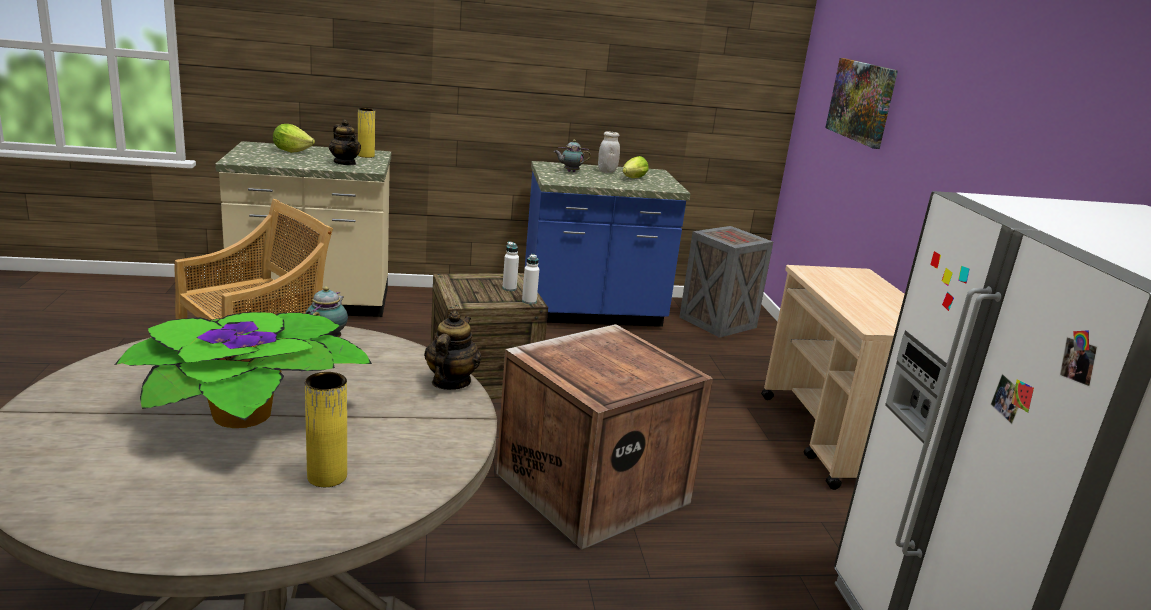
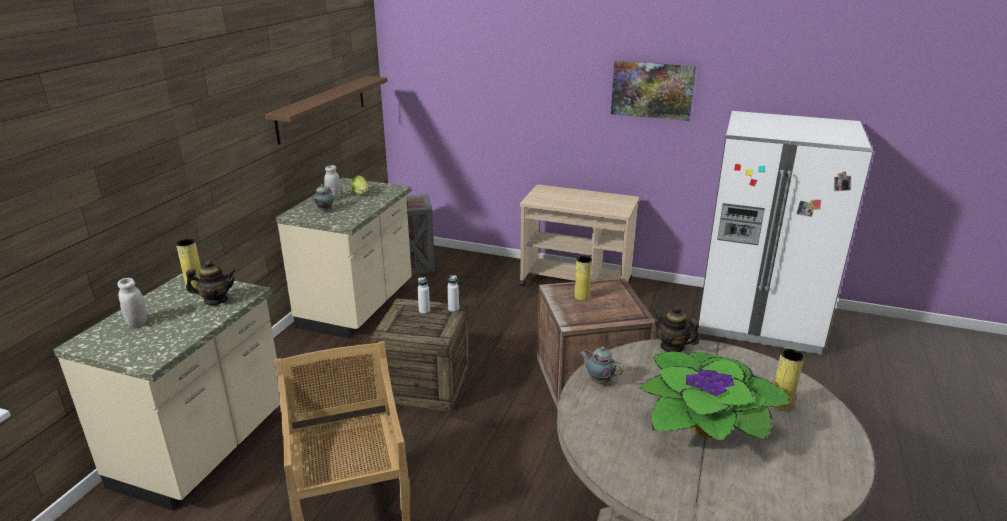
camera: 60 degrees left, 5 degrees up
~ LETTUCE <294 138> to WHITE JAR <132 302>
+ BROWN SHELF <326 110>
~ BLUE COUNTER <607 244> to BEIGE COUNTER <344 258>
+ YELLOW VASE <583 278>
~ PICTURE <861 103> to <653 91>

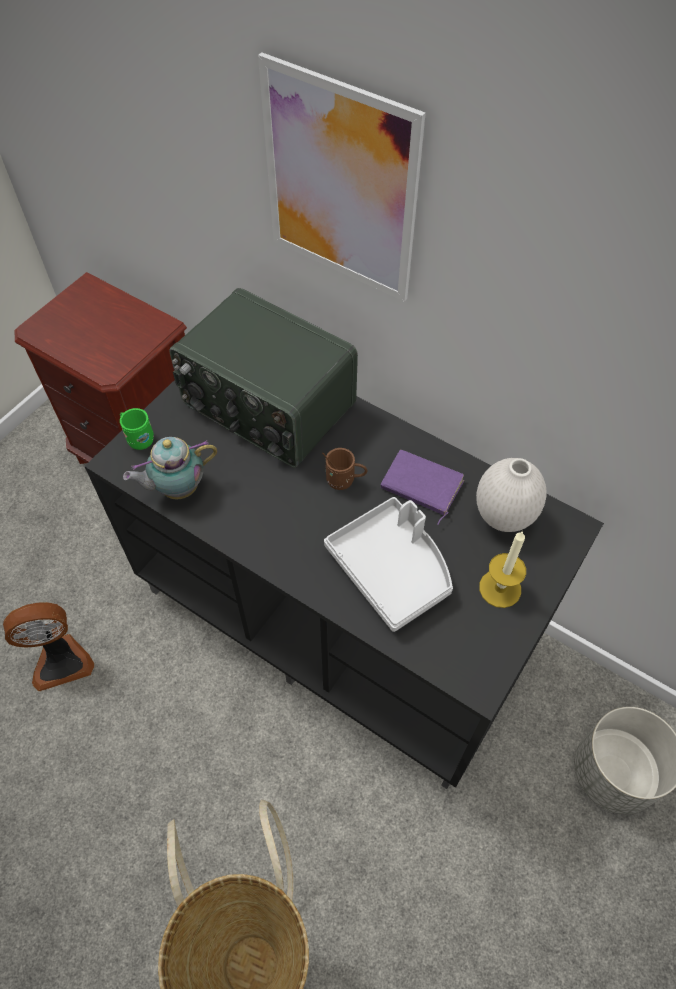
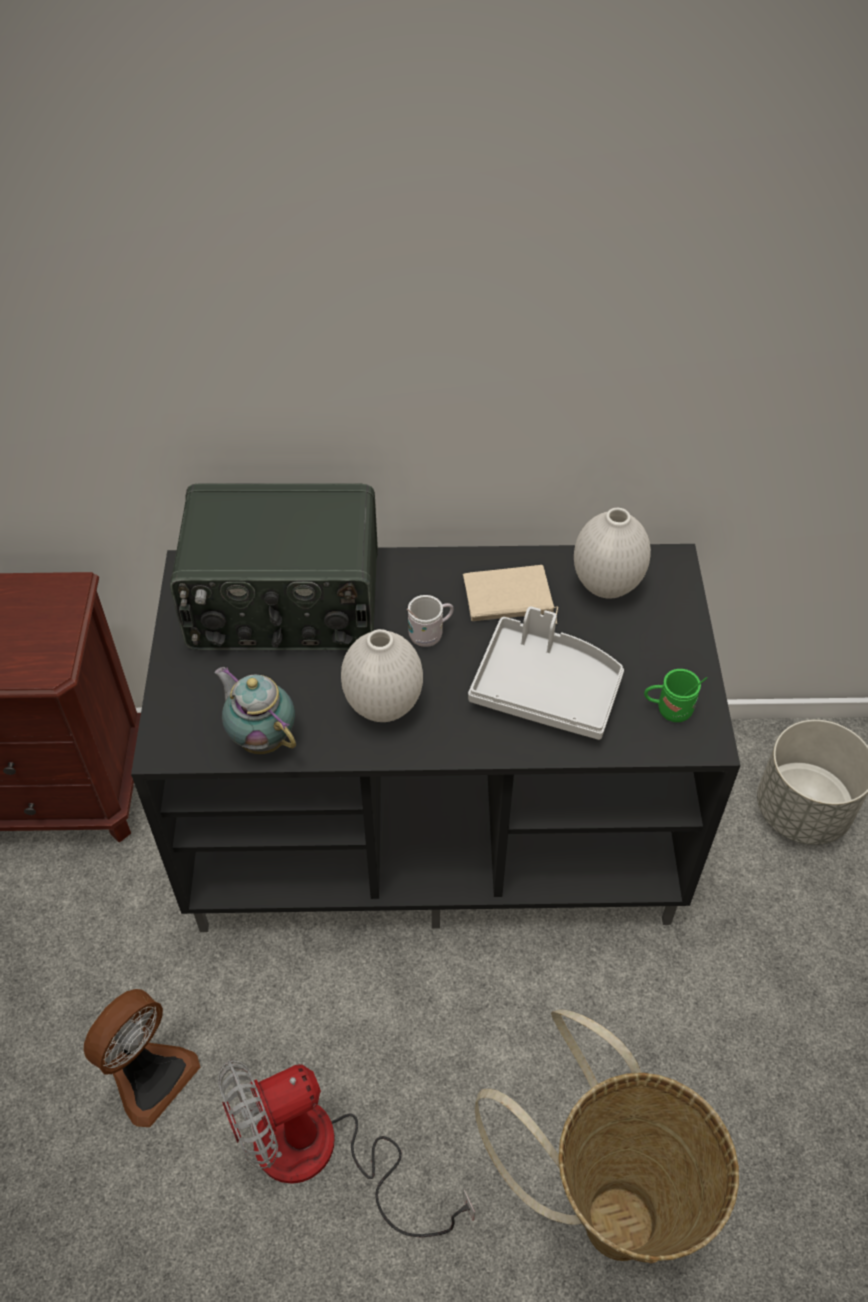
camera: 35 degrees left, 5 degrees down
~ TEAPOT <170 468> = <255 710> 105 degrees clockwise
+ FAN <346 1148>
+ WHITE VASE <382 675>
~ BROWN MUG <345 469> to WHITE MUG <430 621>
~ PURPLE BOOK <422 487> to BEIGE BOOK <510 594>
~ GREEN MUG <137 429> to <675 695>
- PICTURE <342 177>
- CANDLE <502 569>

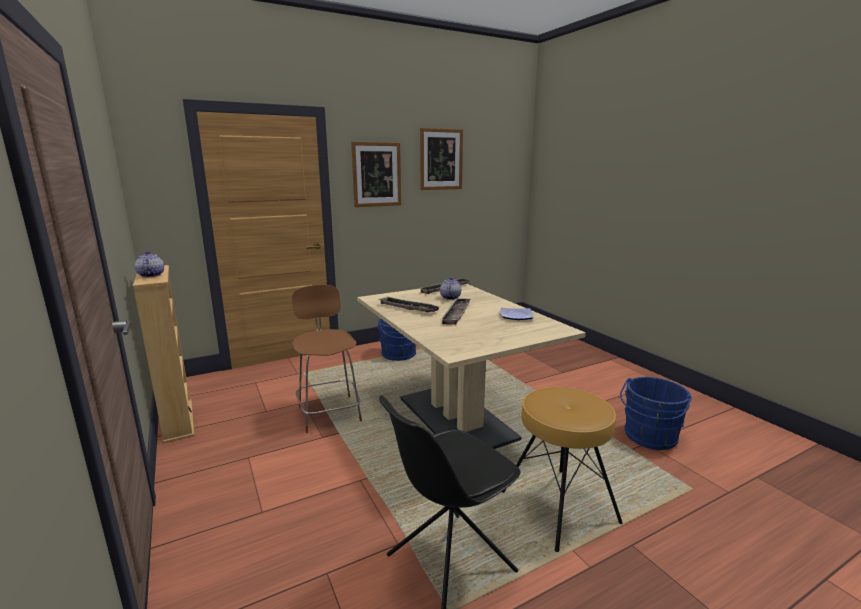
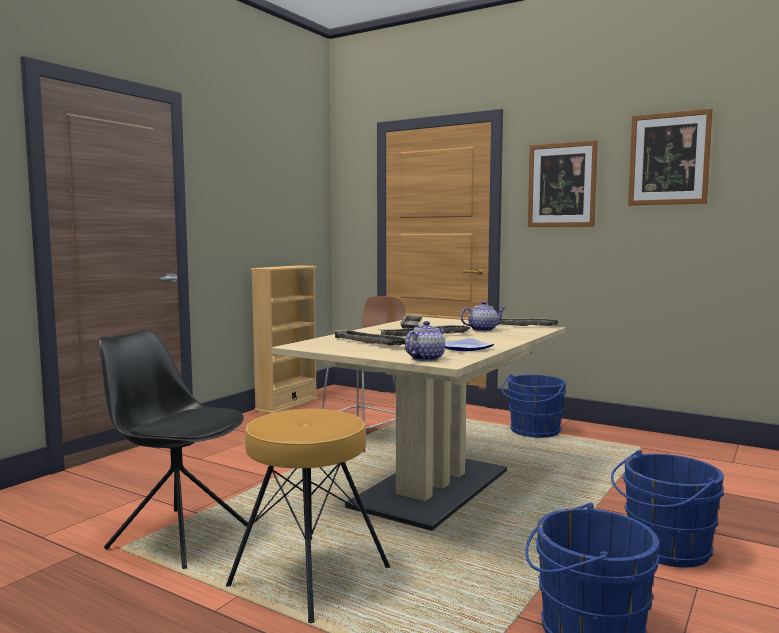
camera: 60 degrees right, 10 degrees down
+ TRAY <368 337>
~ TEAPOT <149 264> to <425 341>
+ BLUE BUCKET <667 509>

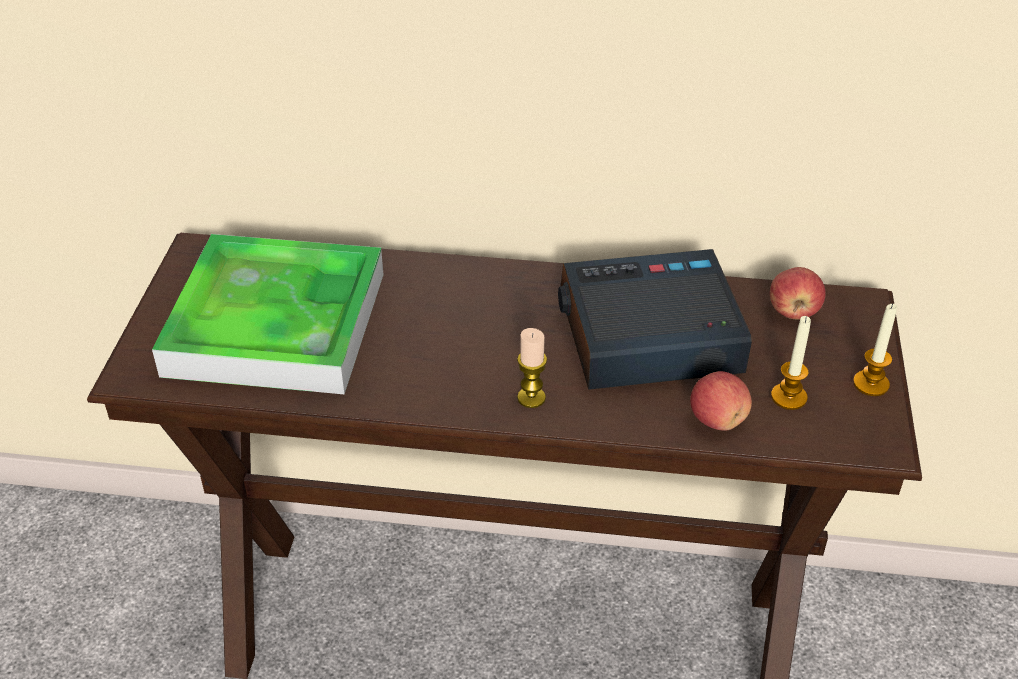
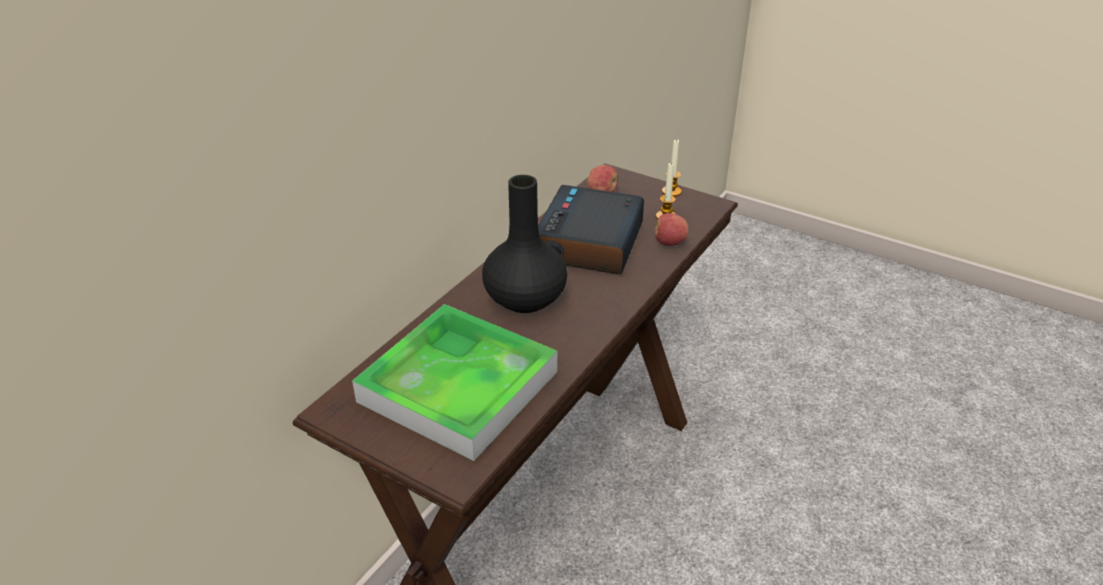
camera: 65 degrees left, 5 degrees down
+ BLACK VASE <524 244>
- CANDLE <532 368>

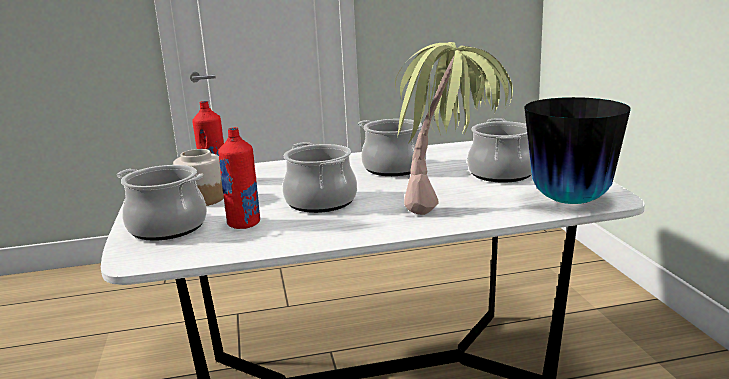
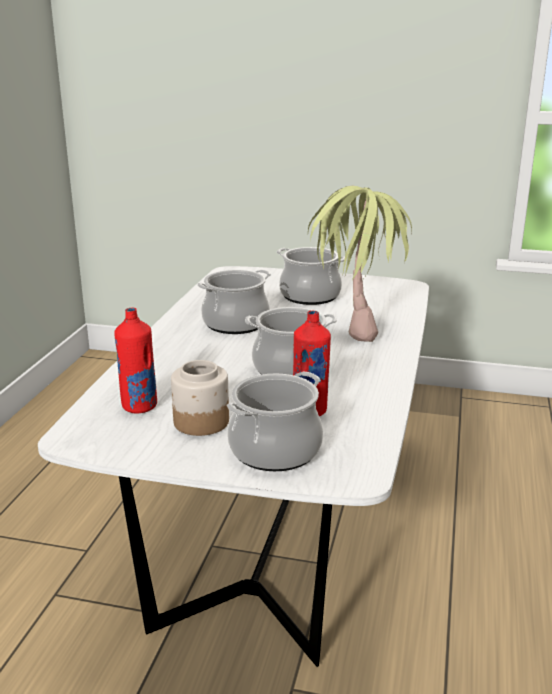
camera: 65 degrees left, 5 degrees up
- VASE <577 150>

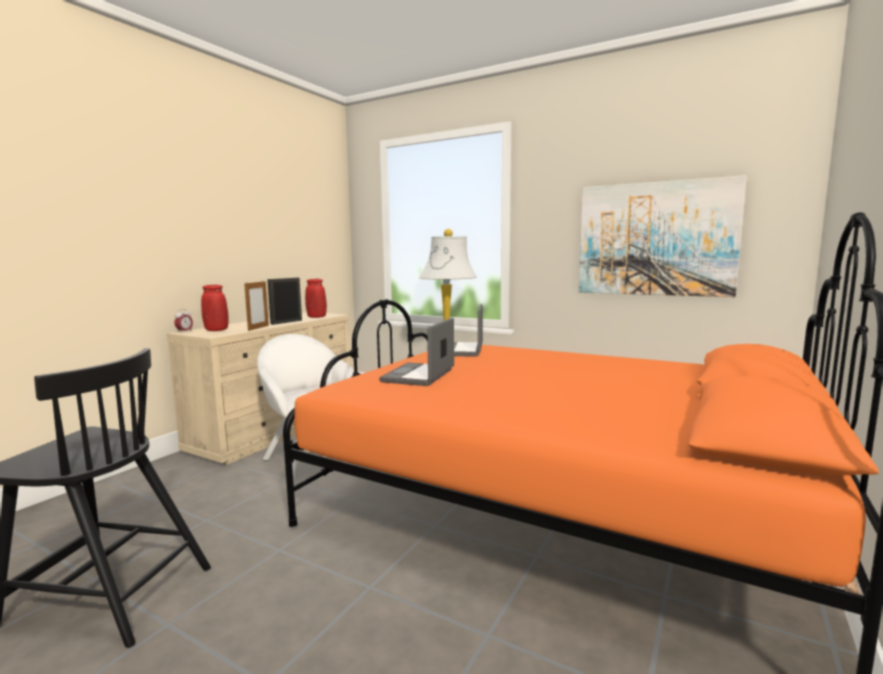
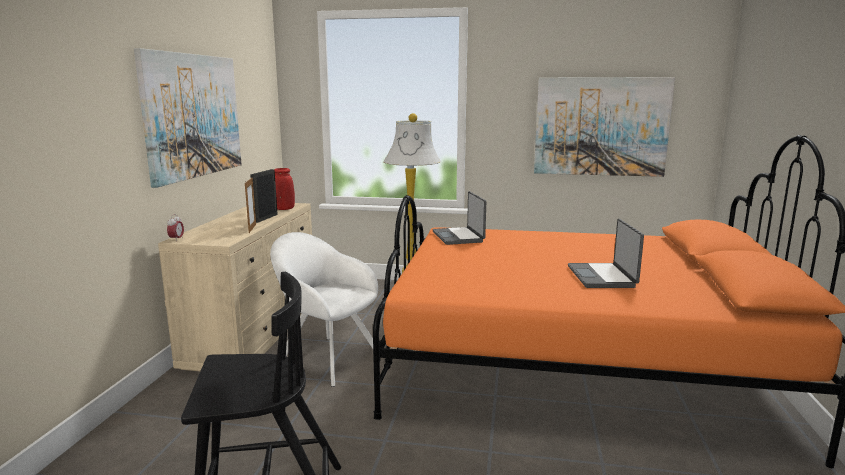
camera: 20 degrees left, 5 degrees up
+ PICTURE <188 118>
~ LAPTOP <416 352> to <606 253>
- RED VASE <215 308>

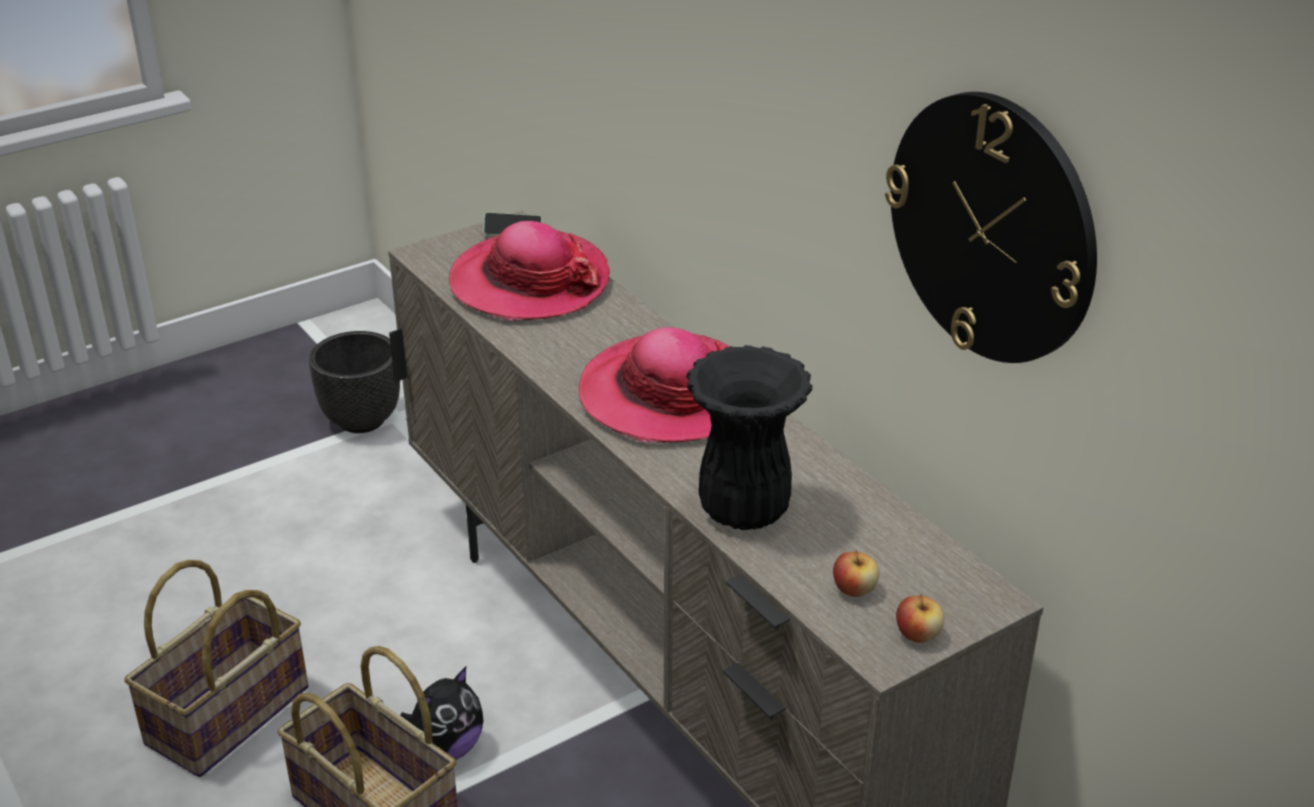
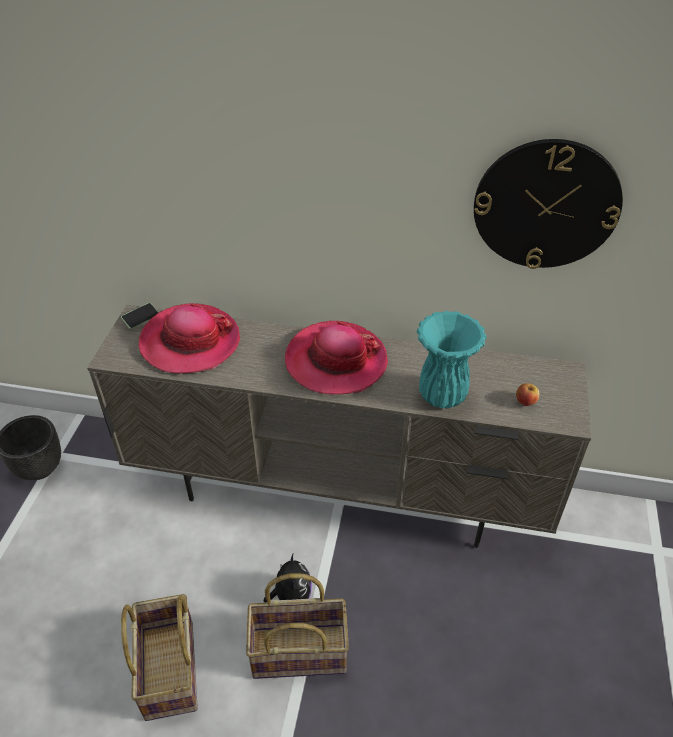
camera: 45 degrees left, 10 degrees up
~ BLACK VASE <749 437> to TURQUOISE VASE <451 359>
- APPLE <920 618>

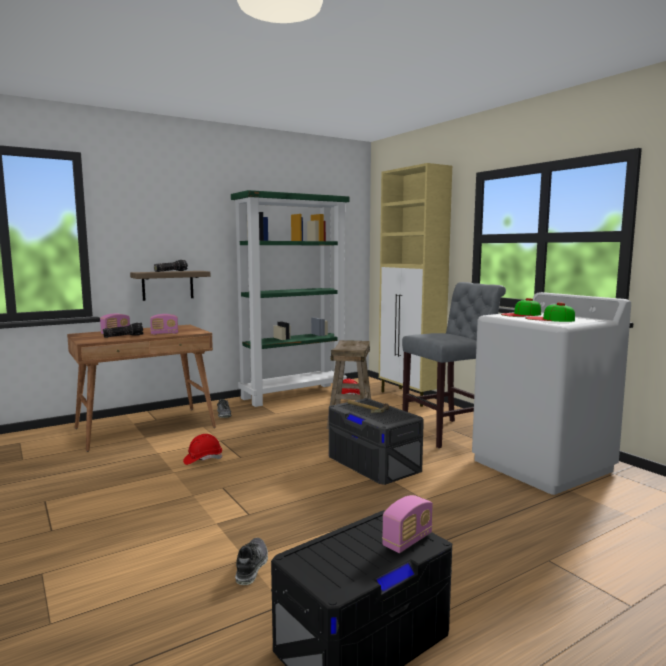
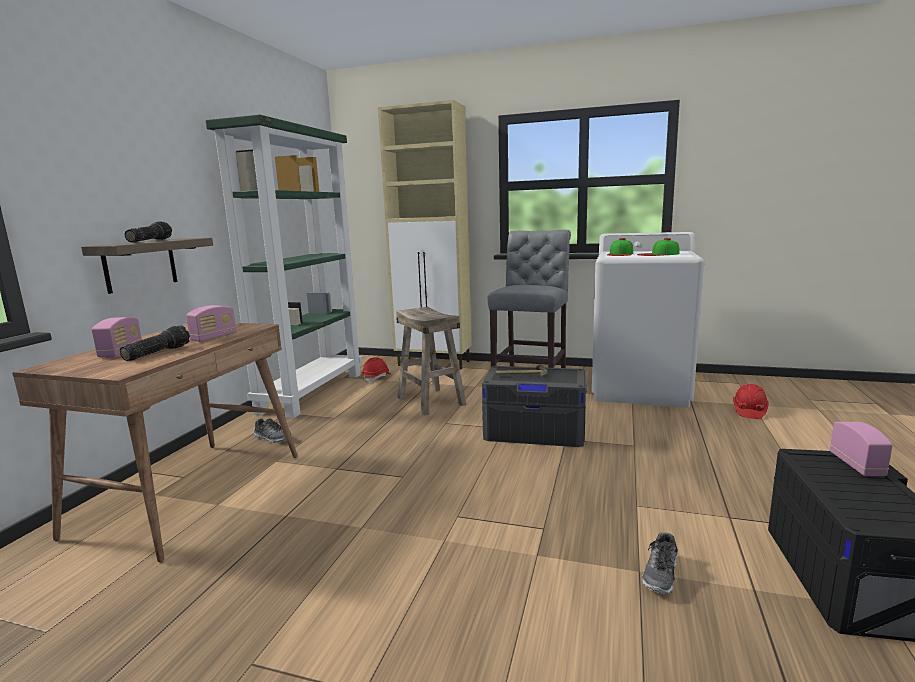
camera: 40 degrees left, 5 degrees up
~ SHOE <251 561> = <660 563> 120 degrees counterclockwise
~ RED HARD HAT <203 449> to <751 401>

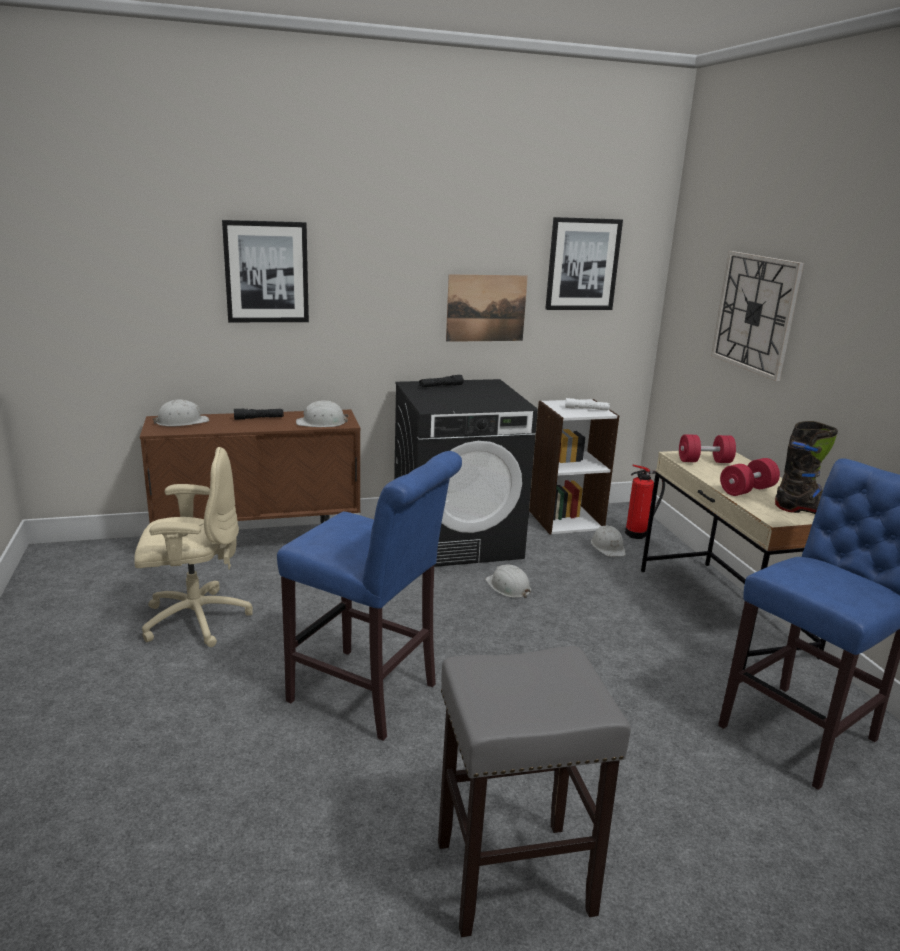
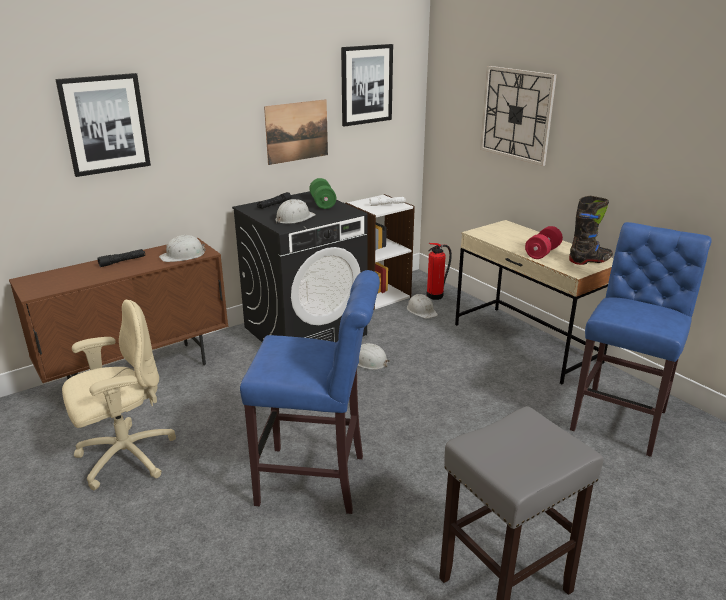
camera: 20 degrees left, 5 degrees up
~ WHITE HARD HAT <181 413> to <295 211>
+ GREEN DUMBBELL <322 193>
- RED DUMBBELL <707 448>

